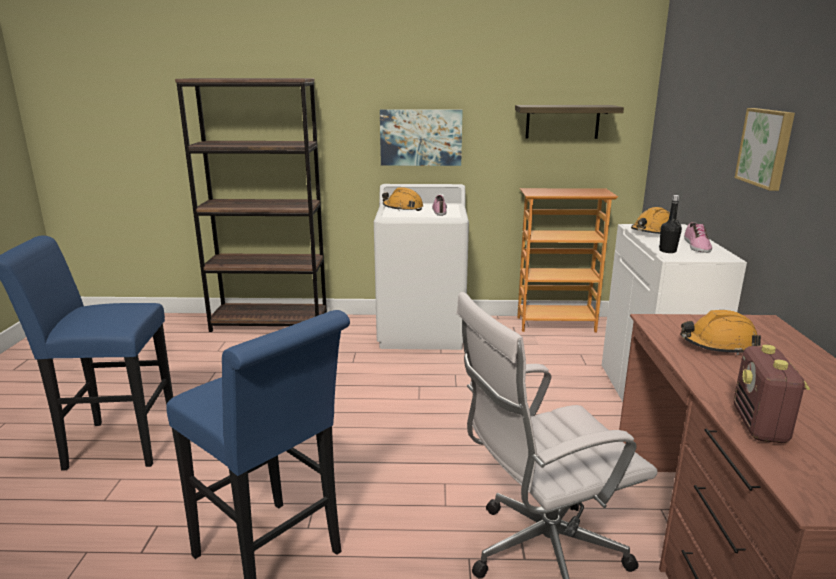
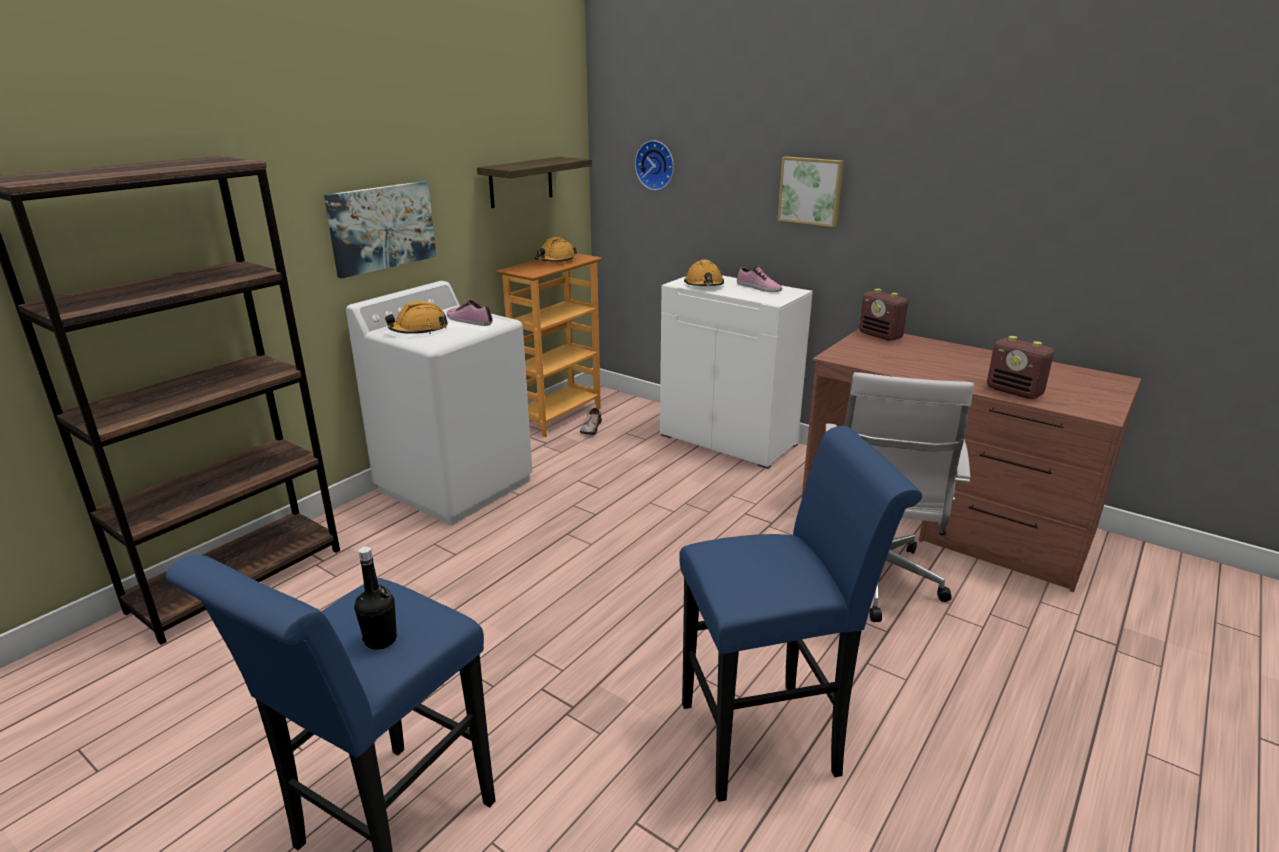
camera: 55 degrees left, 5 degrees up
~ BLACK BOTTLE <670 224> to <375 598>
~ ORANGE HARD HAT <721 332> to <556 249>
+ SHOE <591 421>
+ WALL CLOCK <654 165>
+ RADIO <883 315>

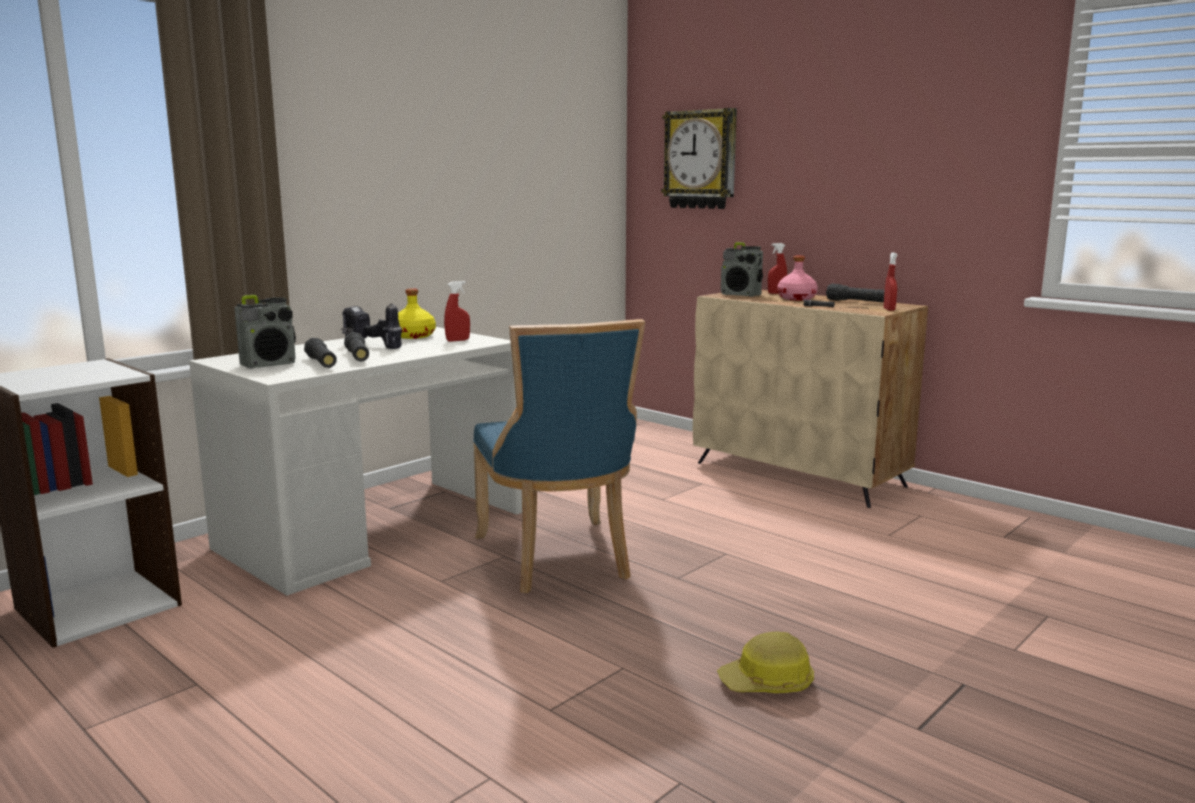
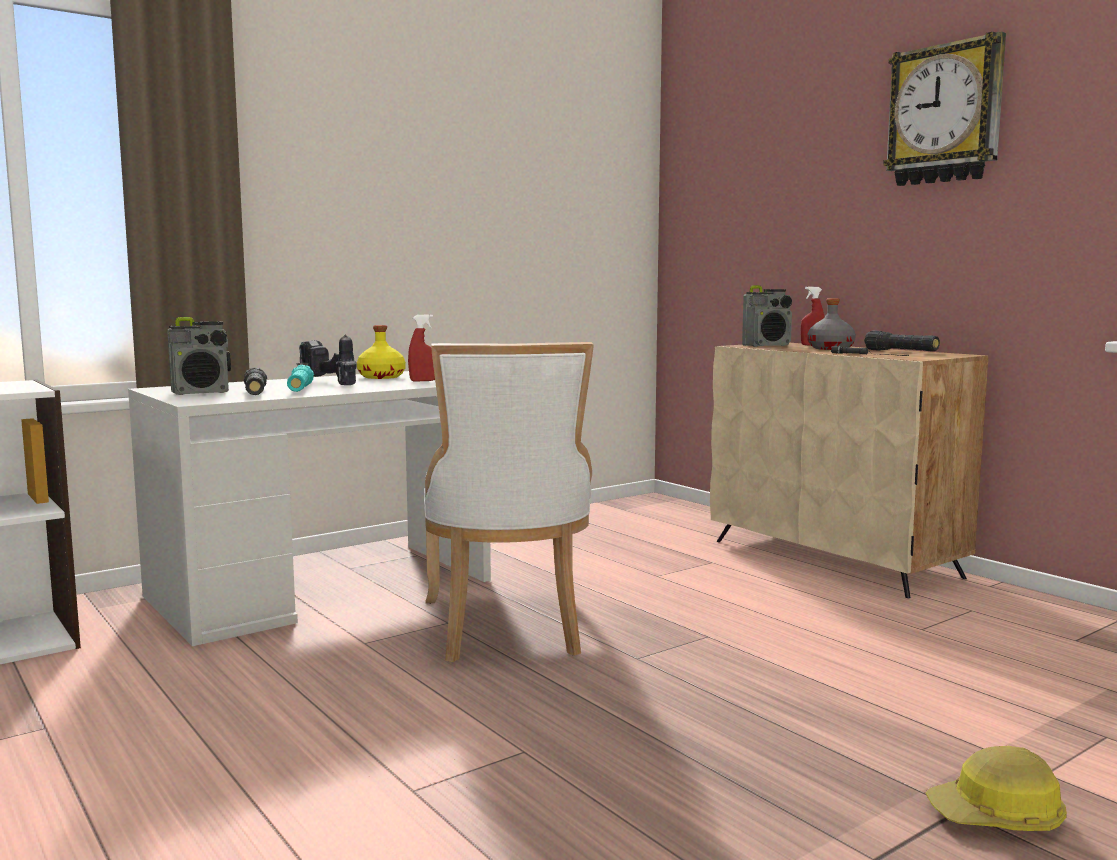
camera: 10 degrees right, 5 degrees down
~ BLACK FLASHLIGHT <356 346> to TURQUOISE FLASHLIGHT <300 378>
~ BLUE CHAIR <559 456> to WHITE CHAIR <509 502>
~ RADIO <742 269> = <767 316> 60 degrees counterclockwise
~ PINK BOTTLE <797 278> to GREY BOTTLE <831 324>
~ WALL CLOCK <699 158> to <944 109>
~ HARD HAT <765 662> to <996 788>
- RED SPRAY BOTTLE <890 282>

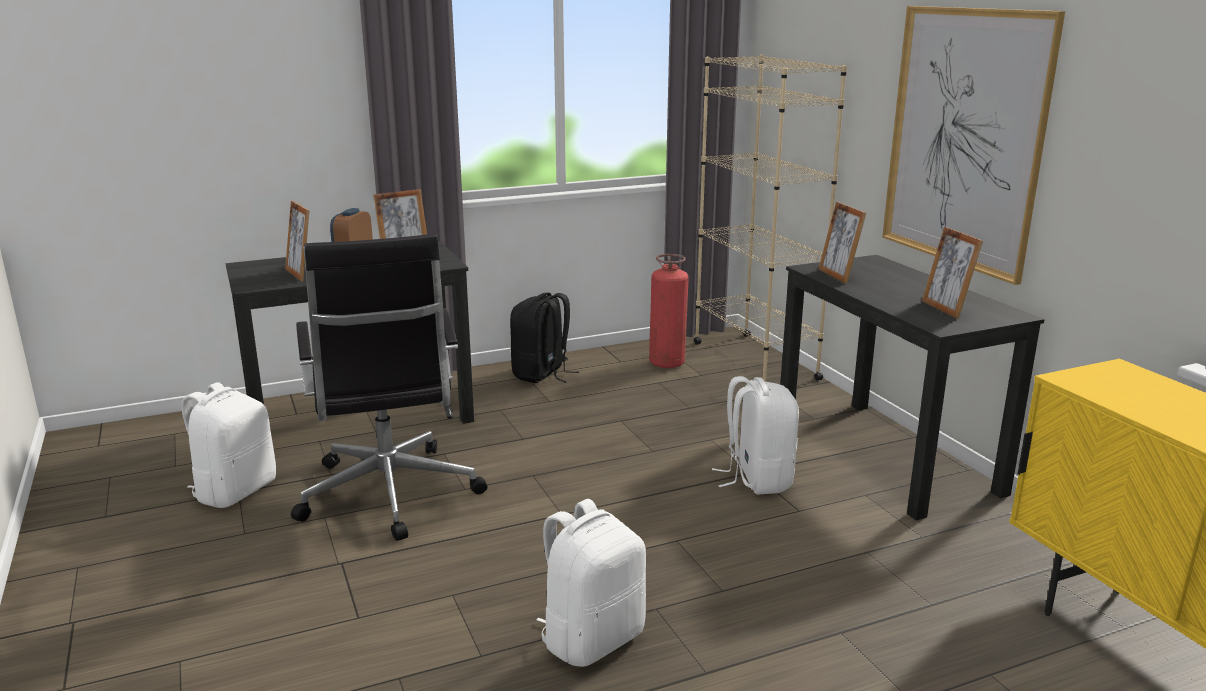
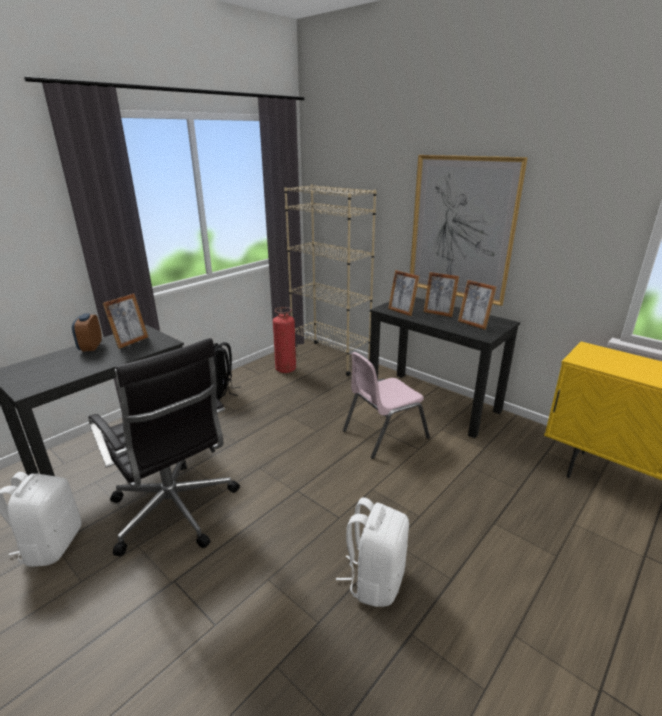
camera: 25 degrees left, 5 degrees up
~ WHITE BACKPACK <755 435> to PINK CHAIR <386 405>
~ PICTURE FRAME <297 241> to <441 294>

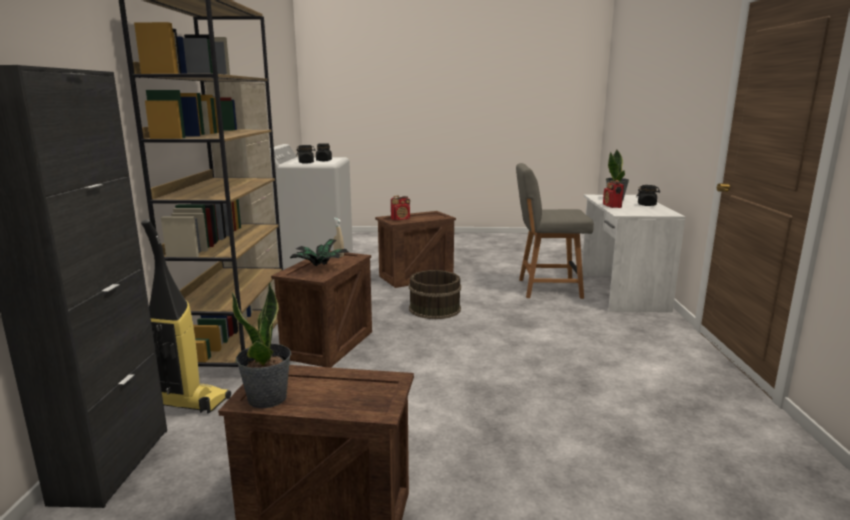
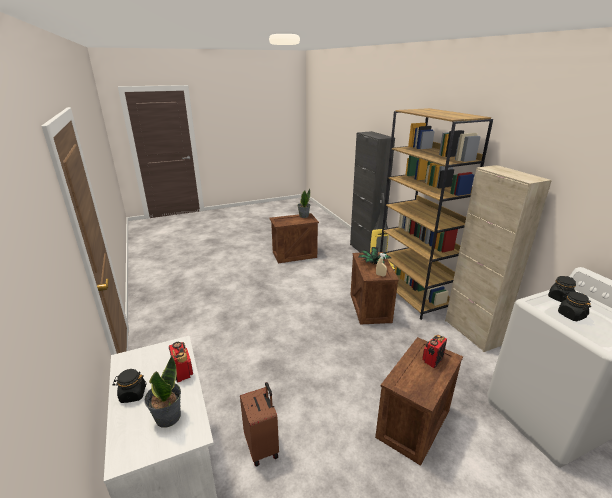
camera: 155 degrees right, 10 degrees up
~ GREY CHAIR <555 231> to BROWN SUITCASE <259 424>
- BROWN BUCKET <435 294>

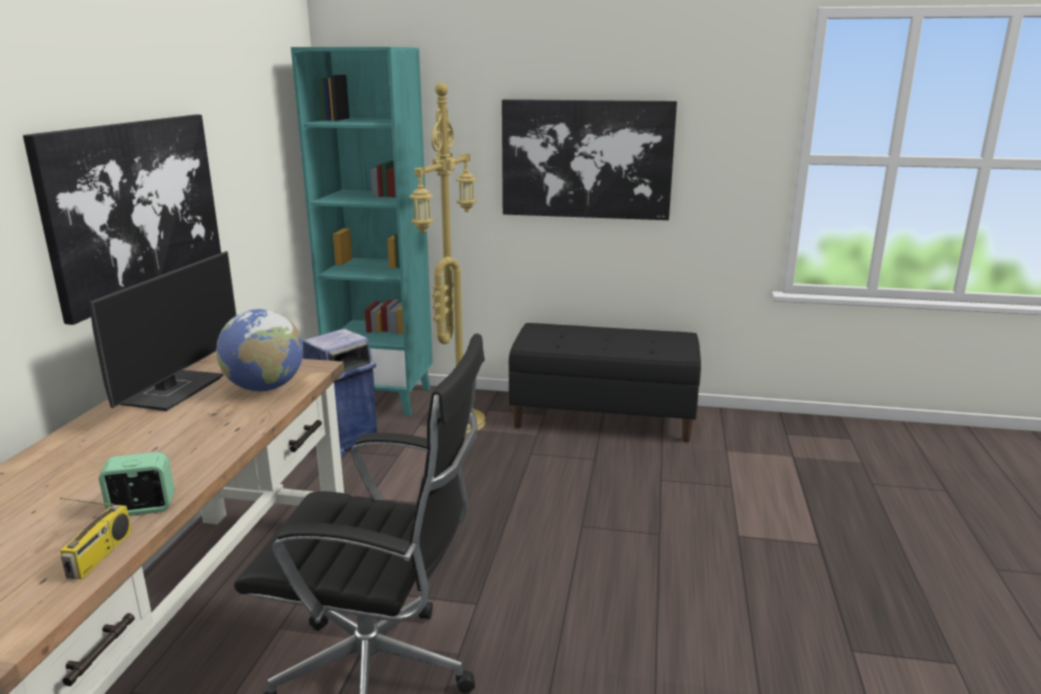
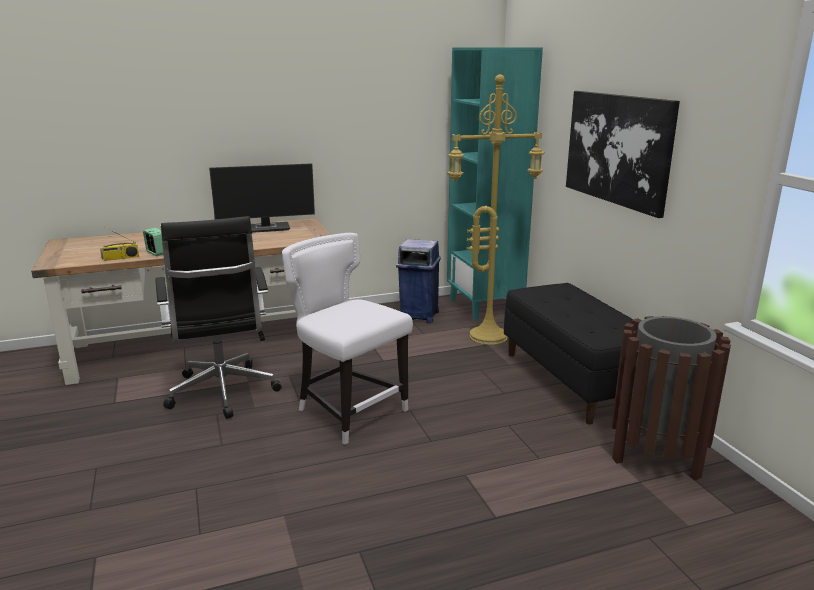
camera: 60 degrees right, 0 degrees up
+ WHITE CHAIR <347 338>
+ BROWN TRASH CAN <671 398>
- PICTURE <122 219>
- GLOBE <259 350>

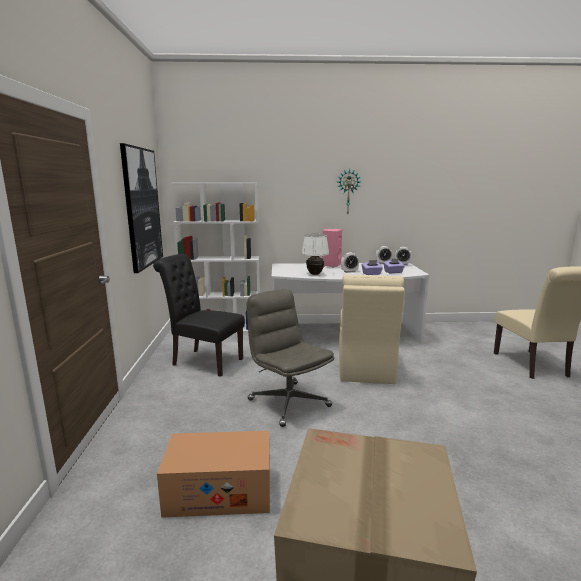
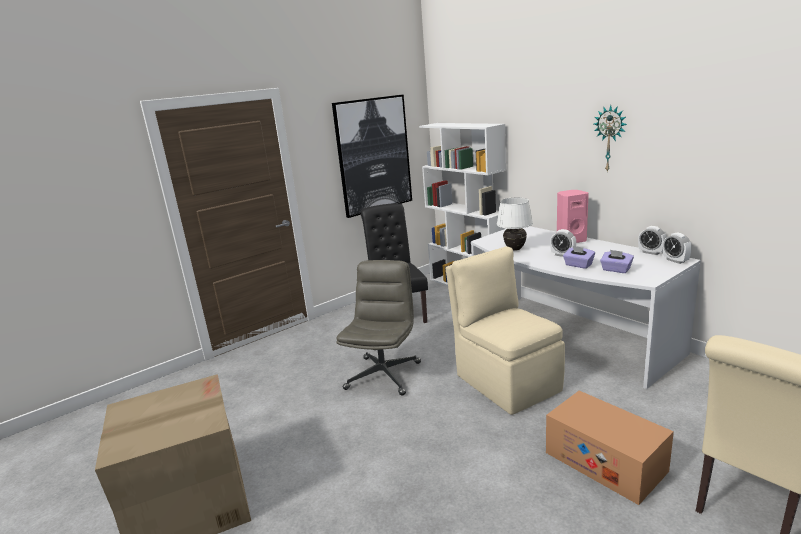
camera: 55 degrees right, 5 degrees up
~ BEIGE CHAIR <372 329> = <505 331> 90 degrees clockwise
~ CARDBOARD BOX <213 474> to <610 448>

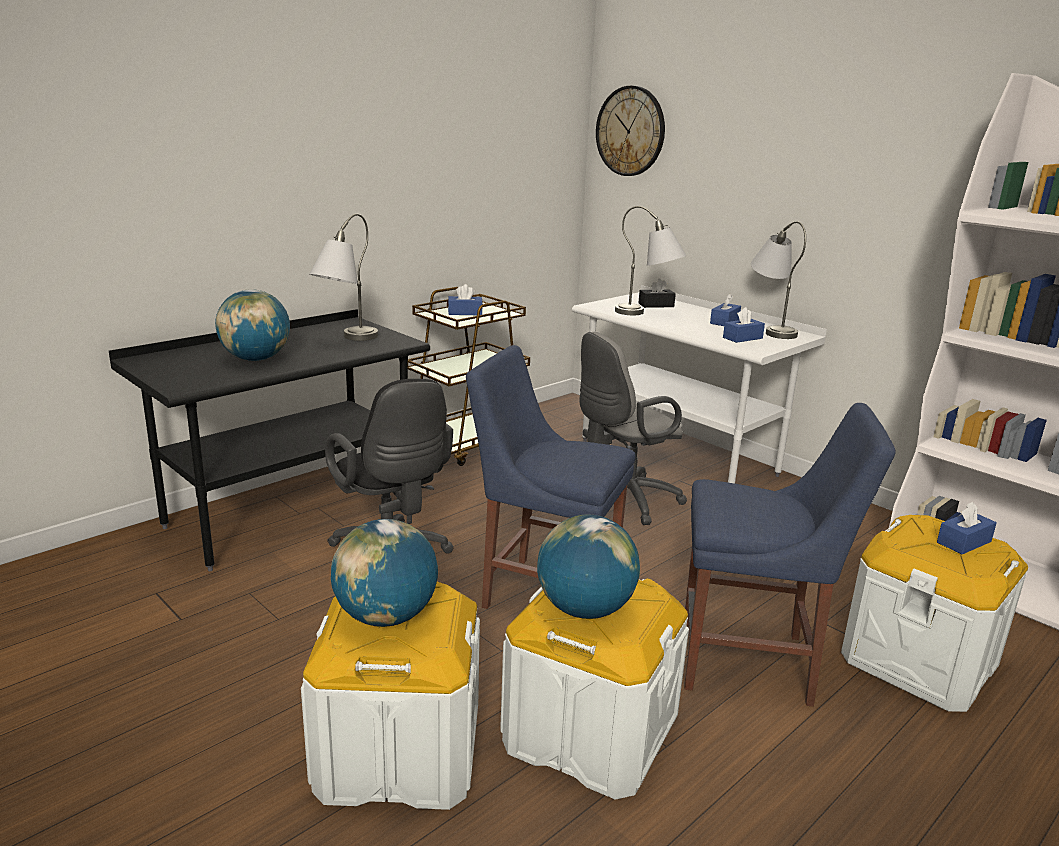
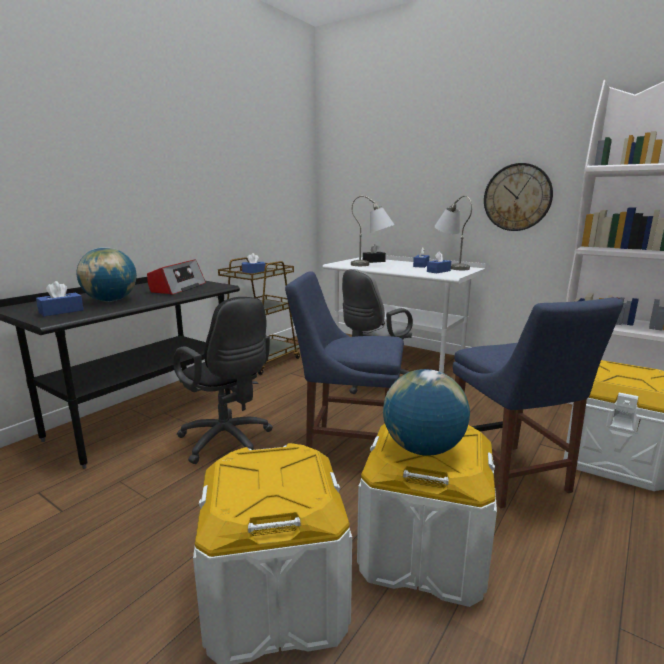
camera: 10 degrees left, 5 degrees down
~ BLUE TISSUE BOX <967 528> to <60 298>
~ GREY TABLE LAMP <344 277> to RADIO <176 277>
~ BLUE CHAIR <790 555> = <538 403> 75 degrees clockwise
~ WALL CLOCK <630 131> to <518 197>
- GLOBE <384 573>

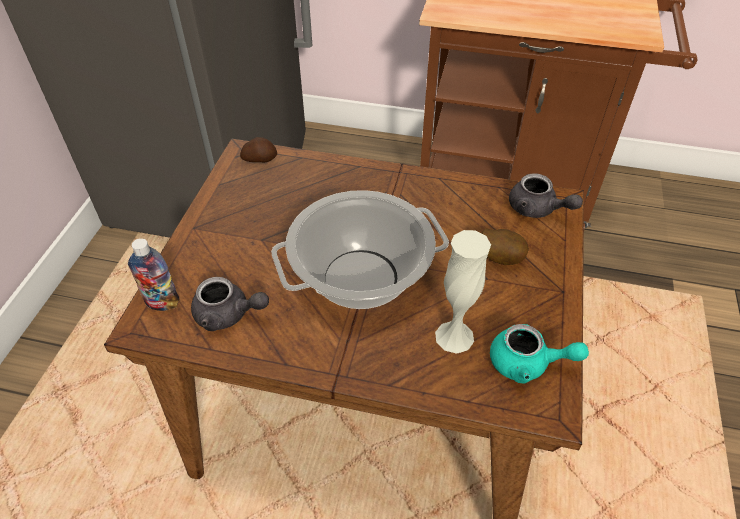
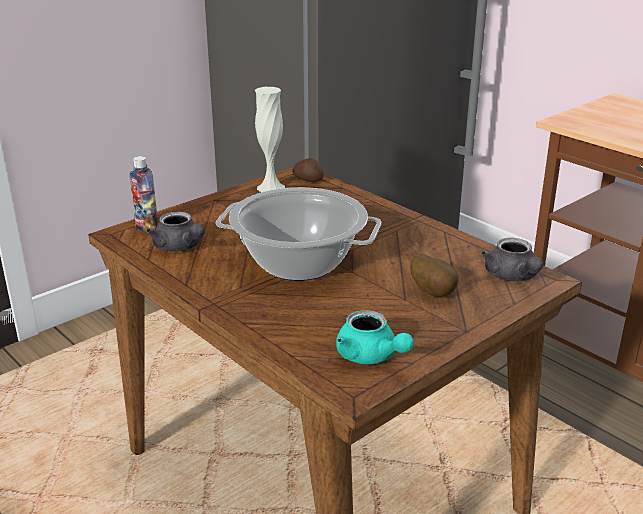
camera: 35 degrees right, 20 degrees down
~ WHITE VASE <463 292> to <270 139>

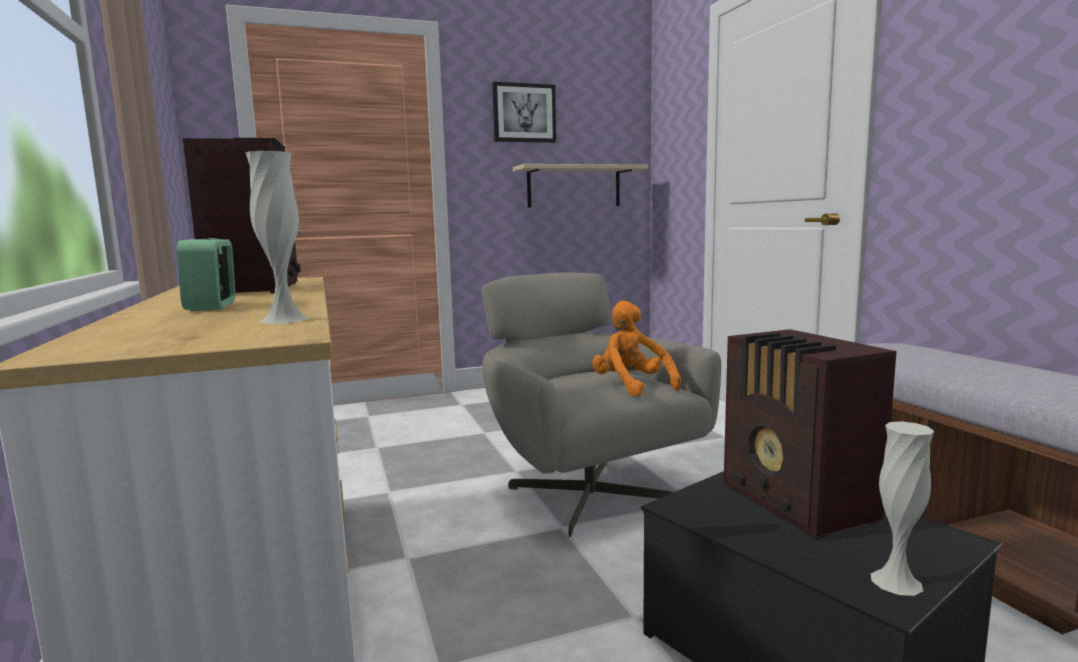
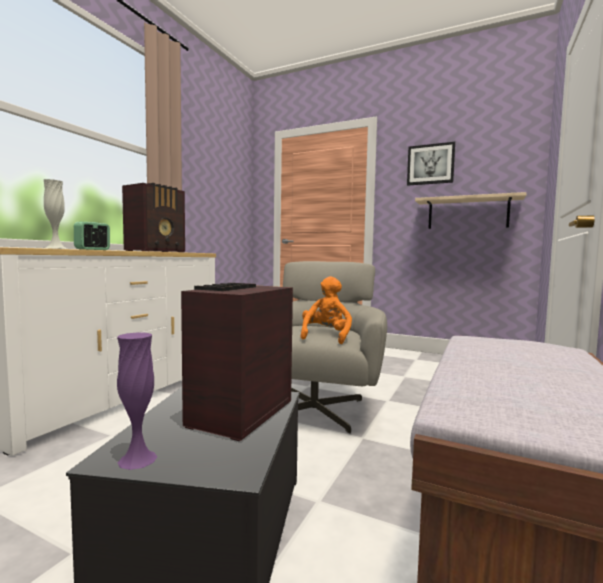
camera: 45 degrees right, 5 degrees down
~ WHITE VASE <902 508> to PURPLE VASE <137 401>

